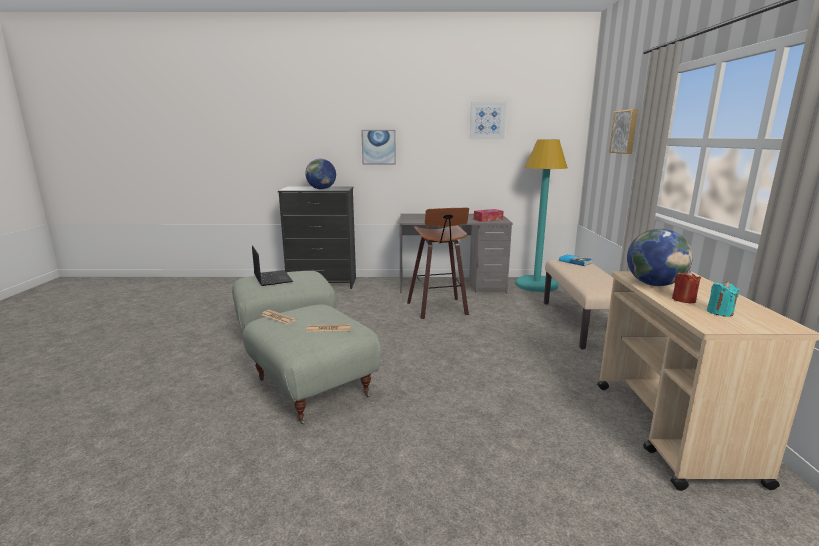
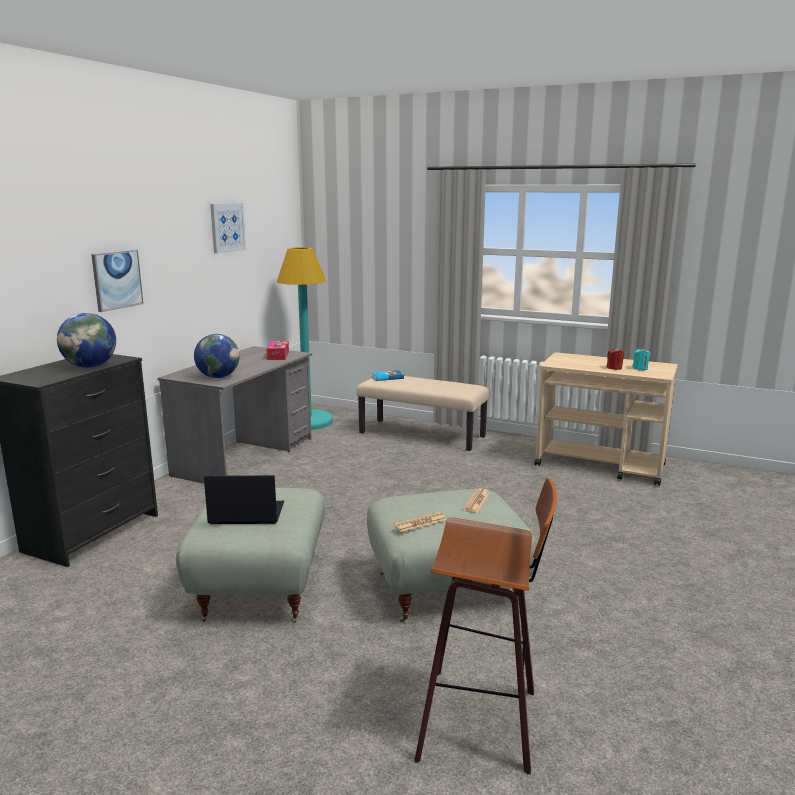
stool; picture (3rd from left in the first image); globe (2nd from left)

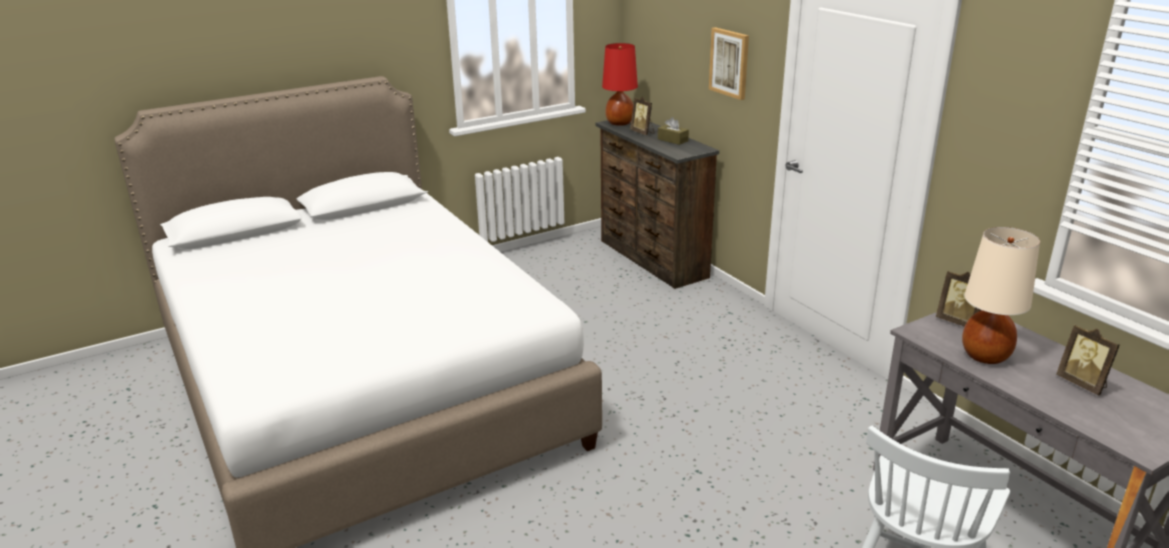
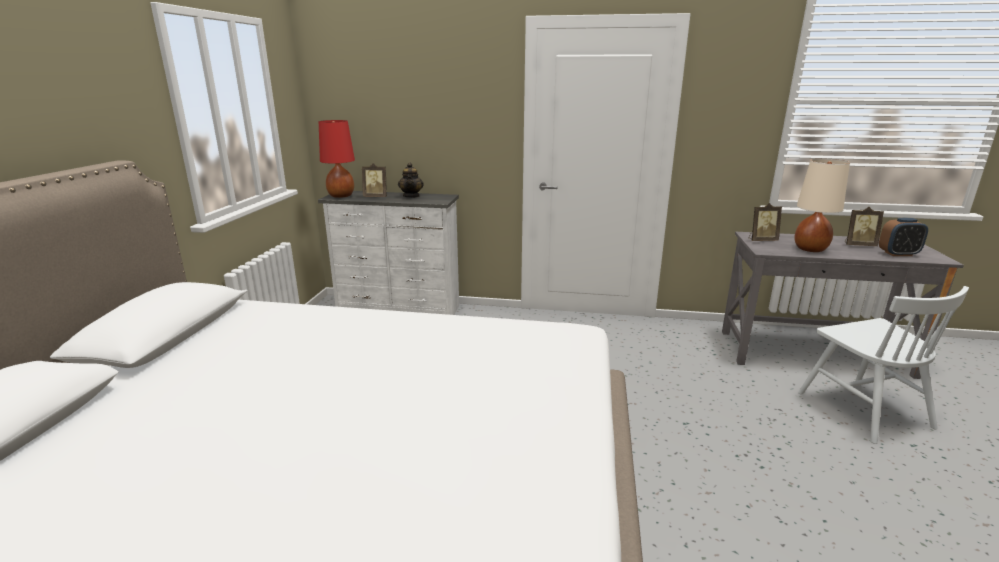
white dresser; teapot; picture; alarm clock

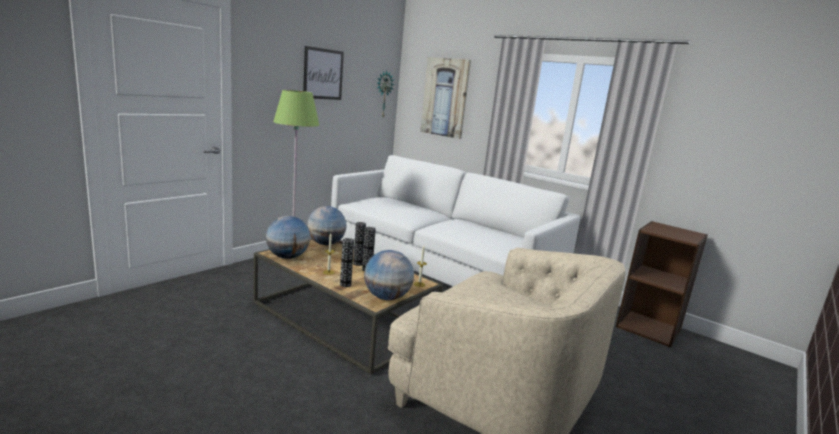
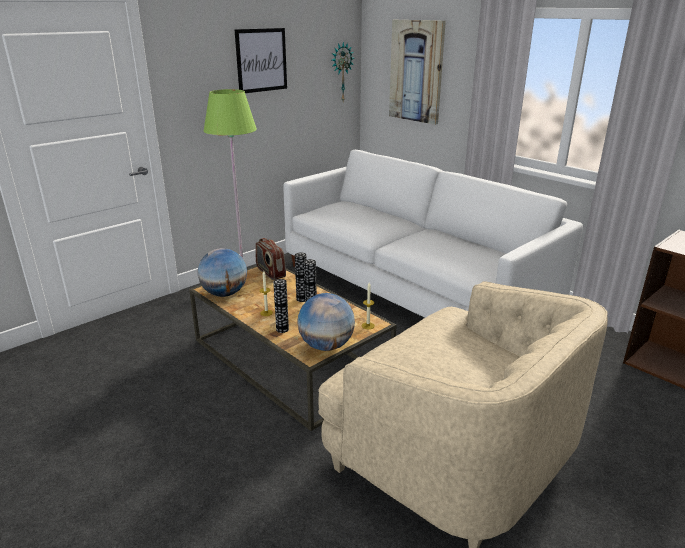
radio

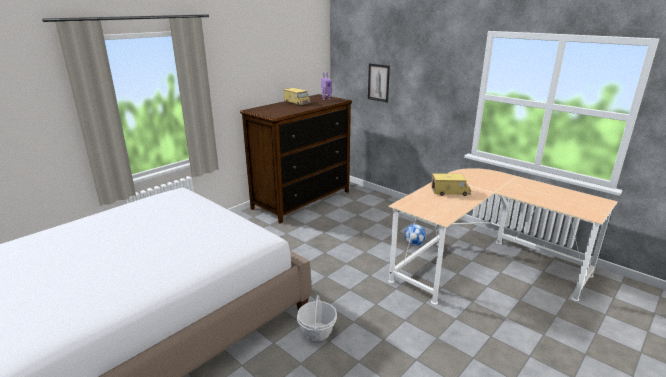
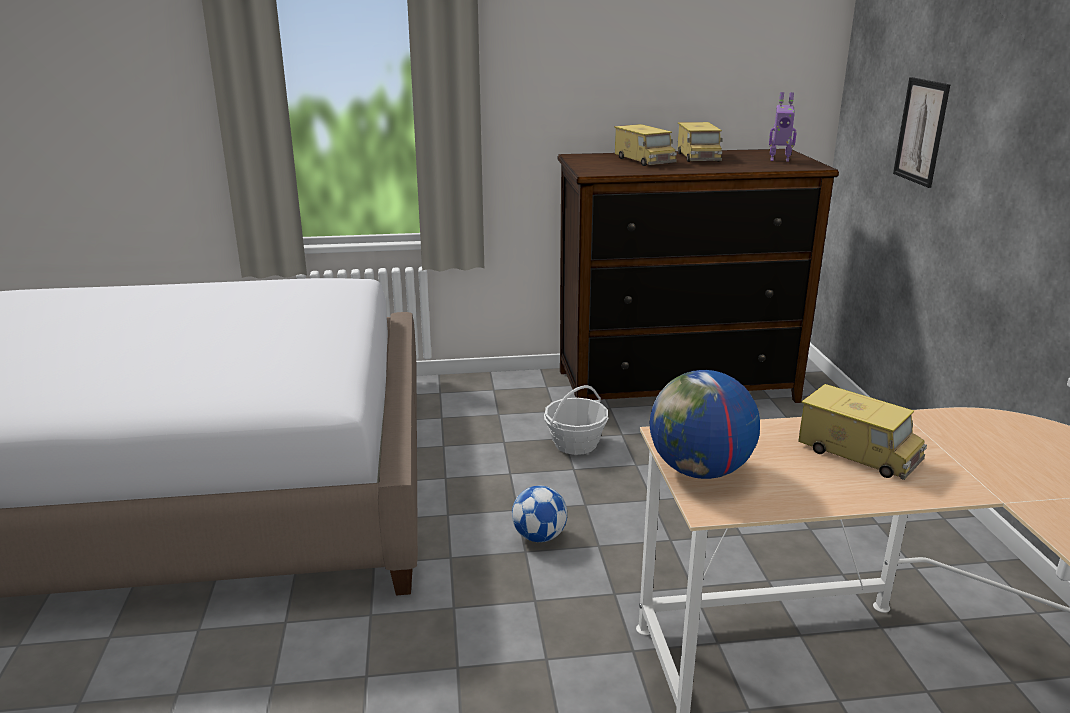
basket; football; toy truck (1st from left); globe

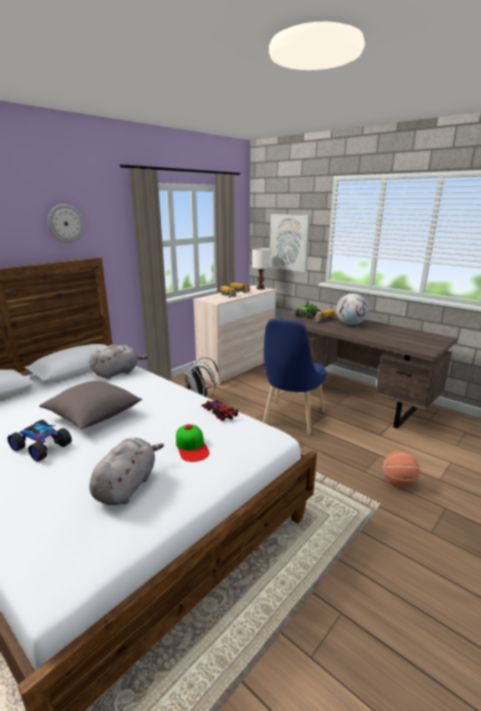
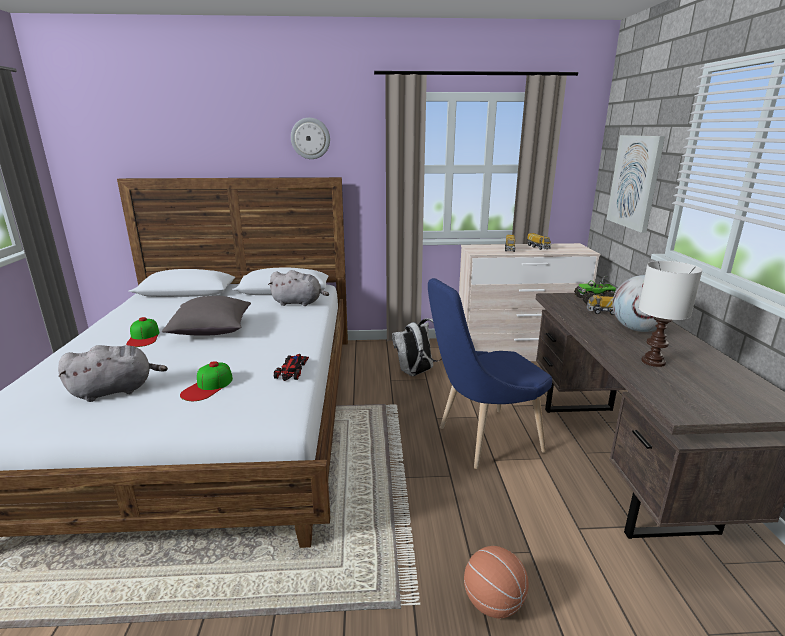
cap (1st from left); white table lamp

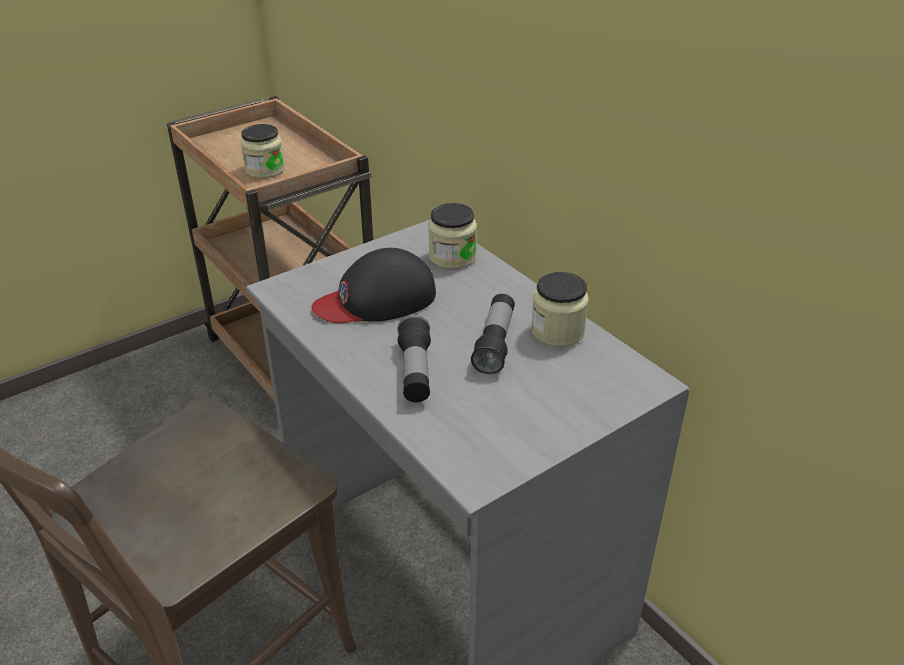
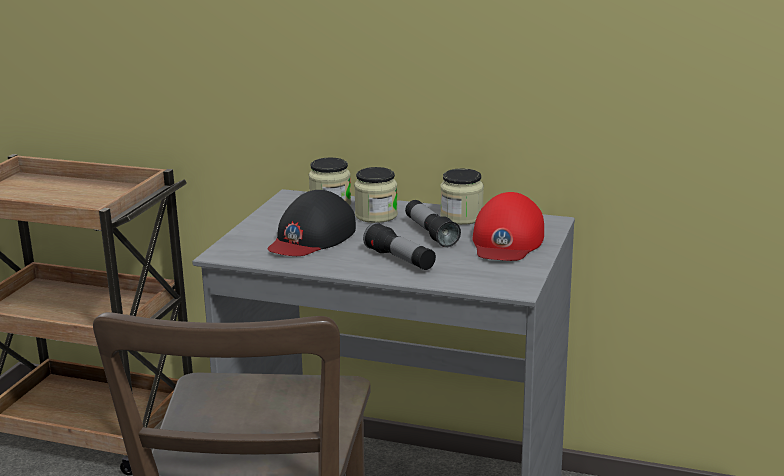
jar (2nd from left); red cap

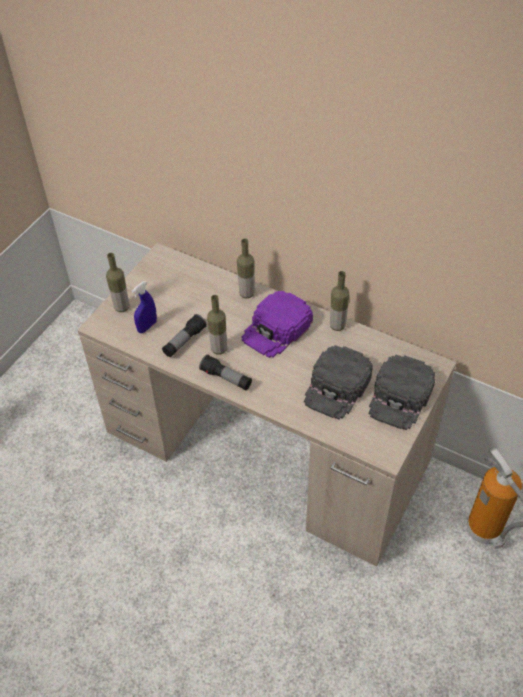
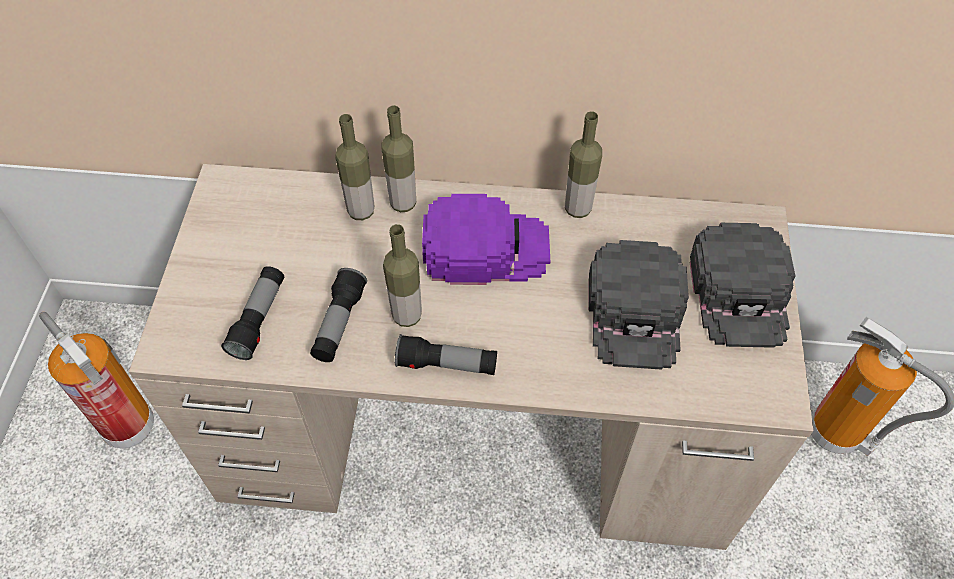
bottle (1st from left); flashlight (1st from left); purple cap; fire extinguisher (1st from left)

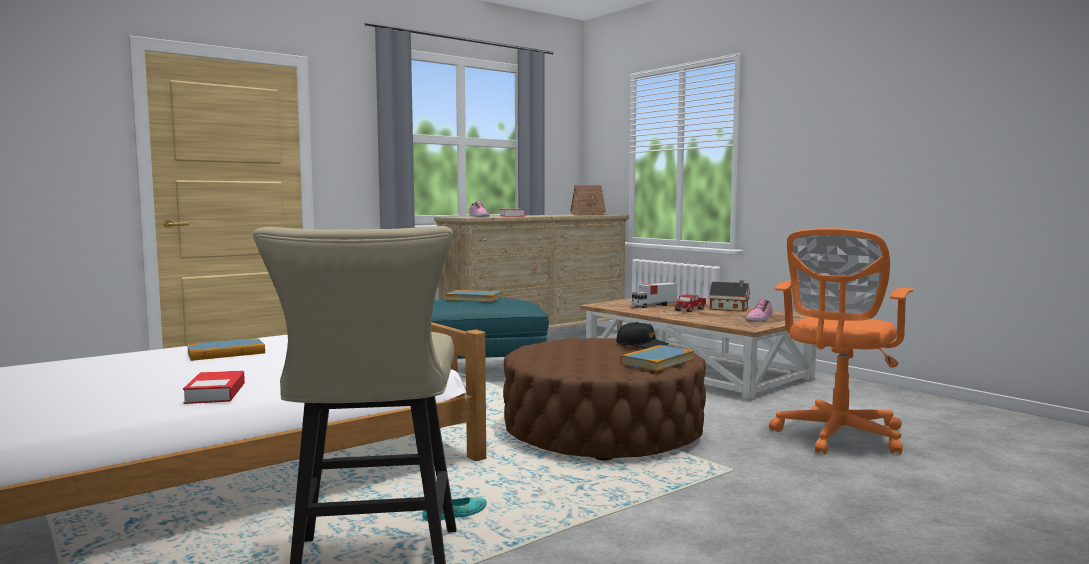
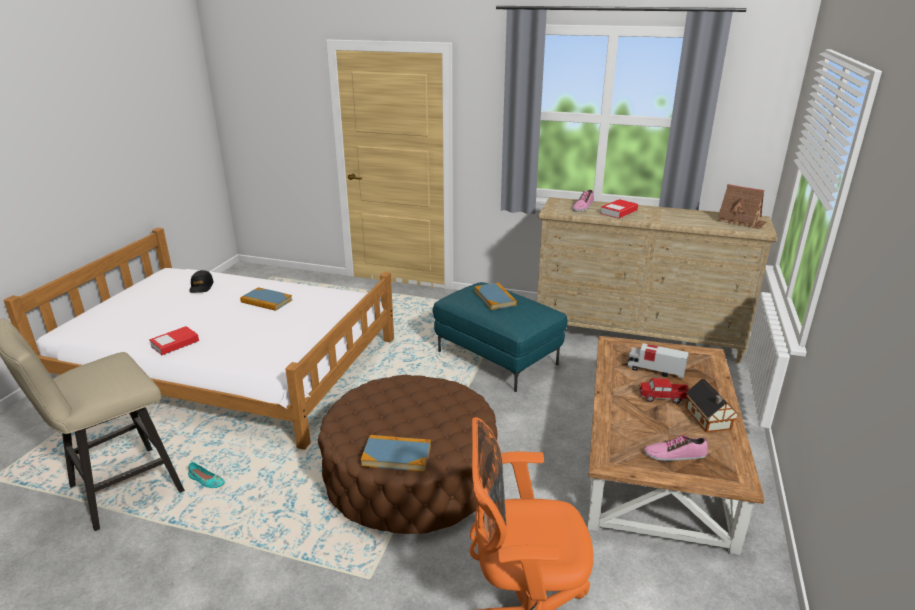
black cap

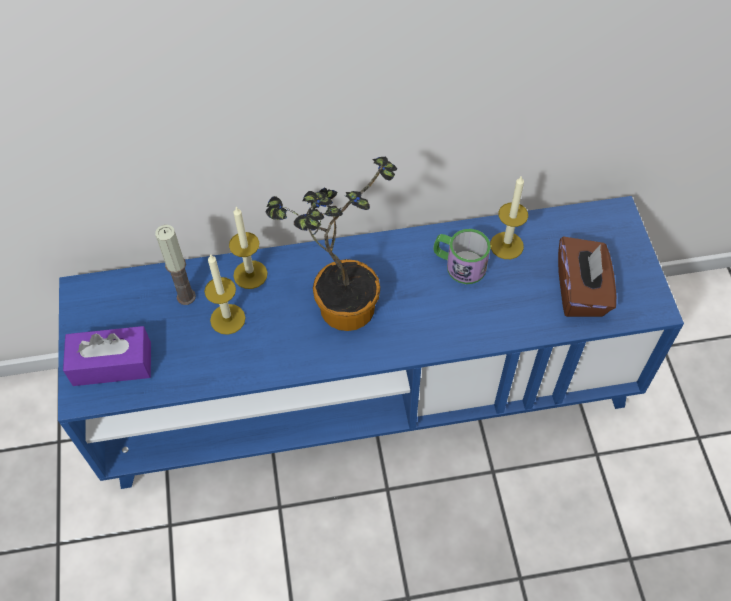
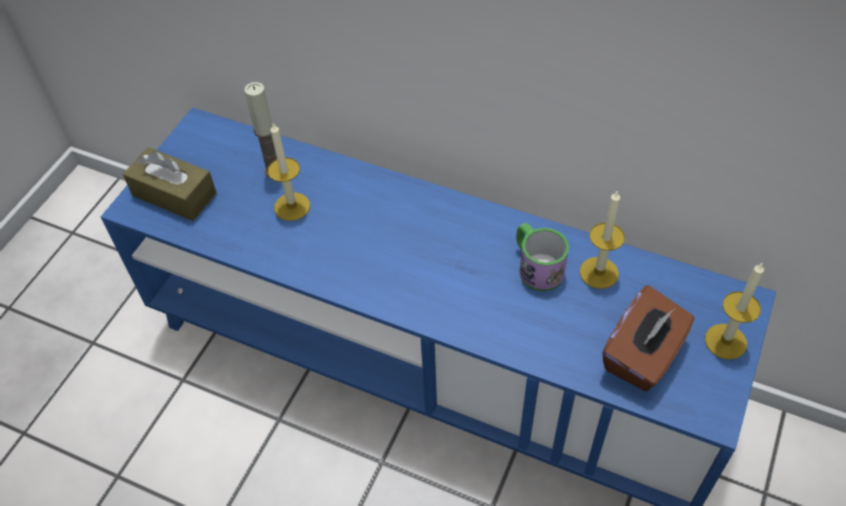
brown tissue box (1st from left); candle (4th from left); potted plant

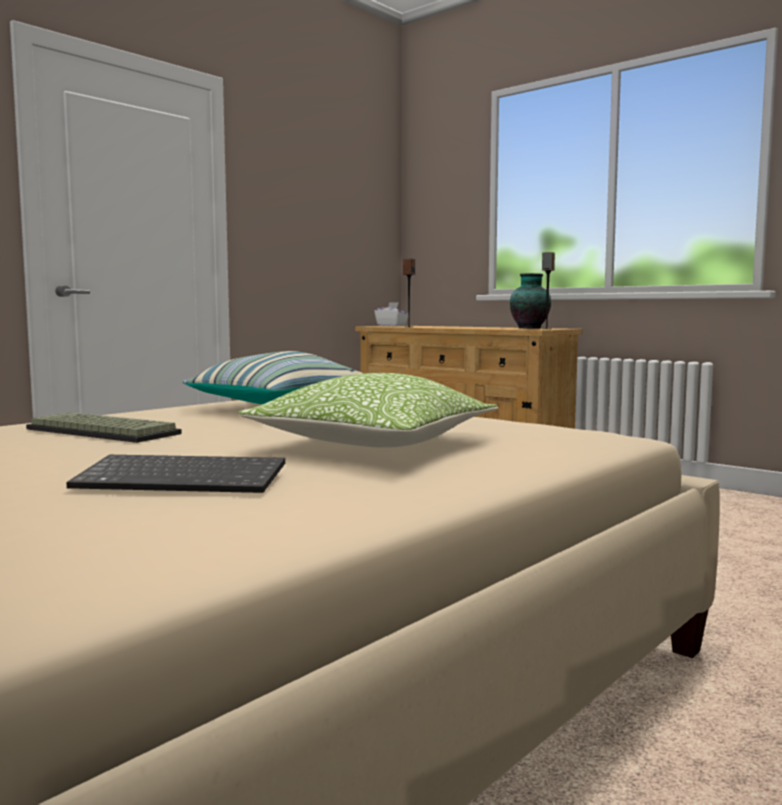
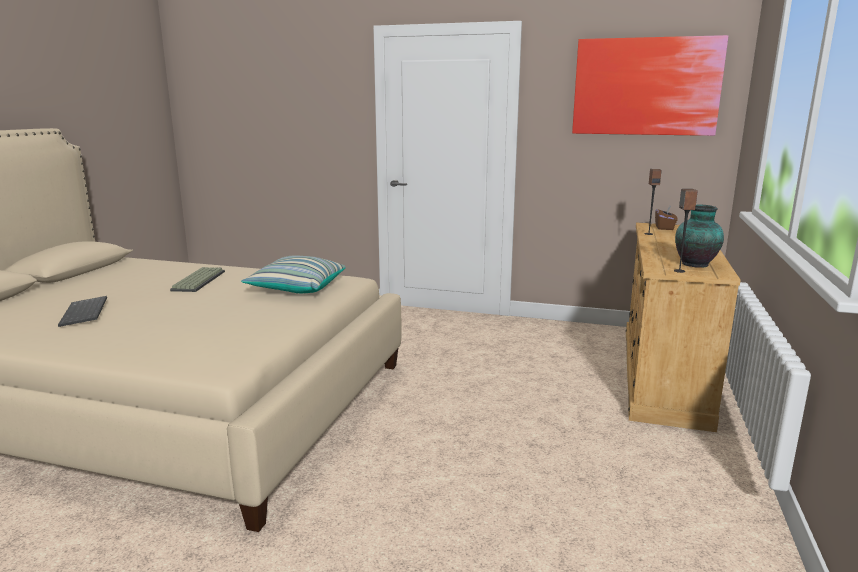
pillow (2nd from left in the first image); brown tissue box; picture

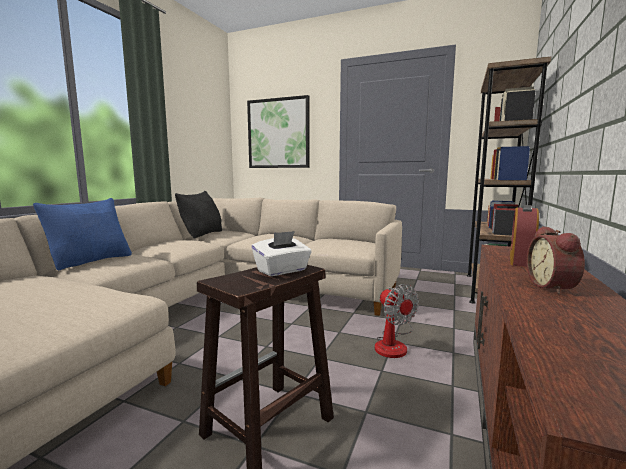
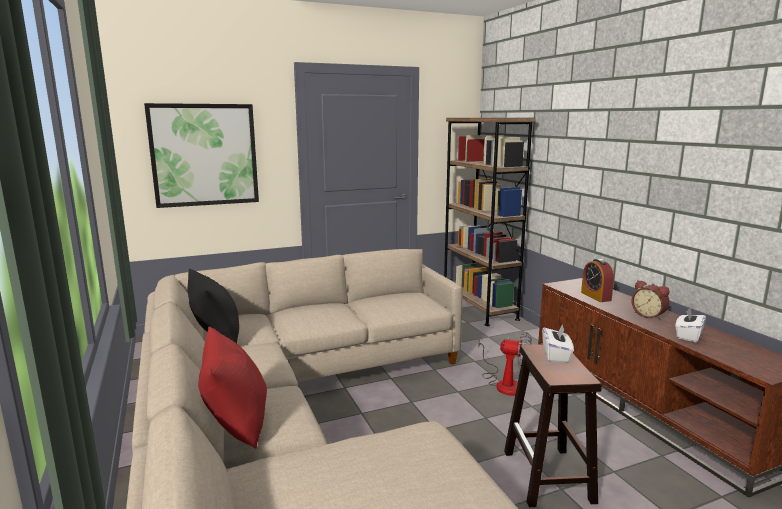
red pillow; white tissue box (2nd from left)

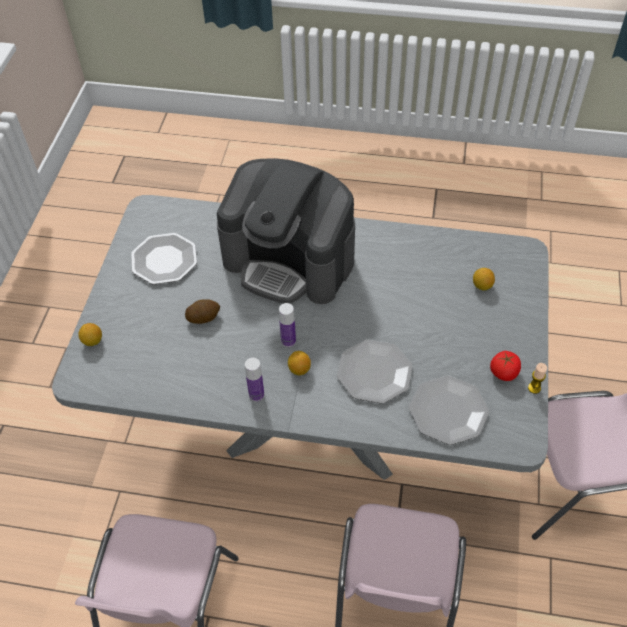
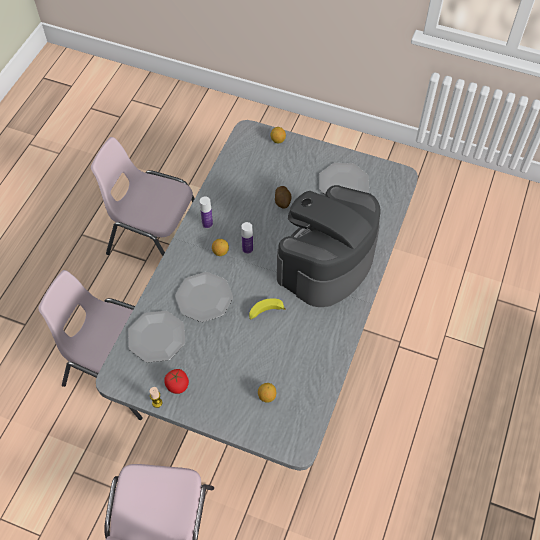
banana

